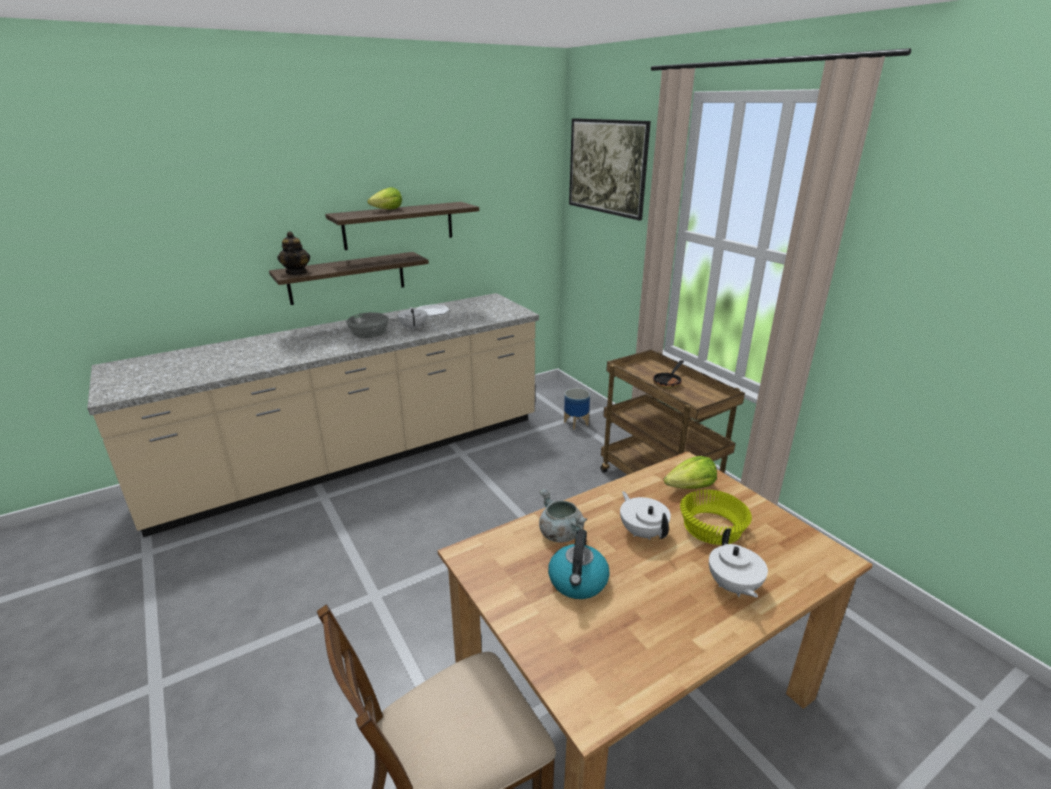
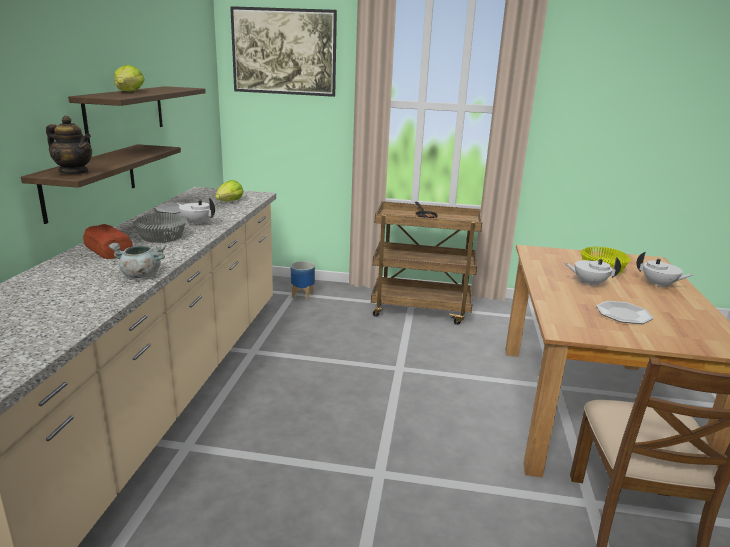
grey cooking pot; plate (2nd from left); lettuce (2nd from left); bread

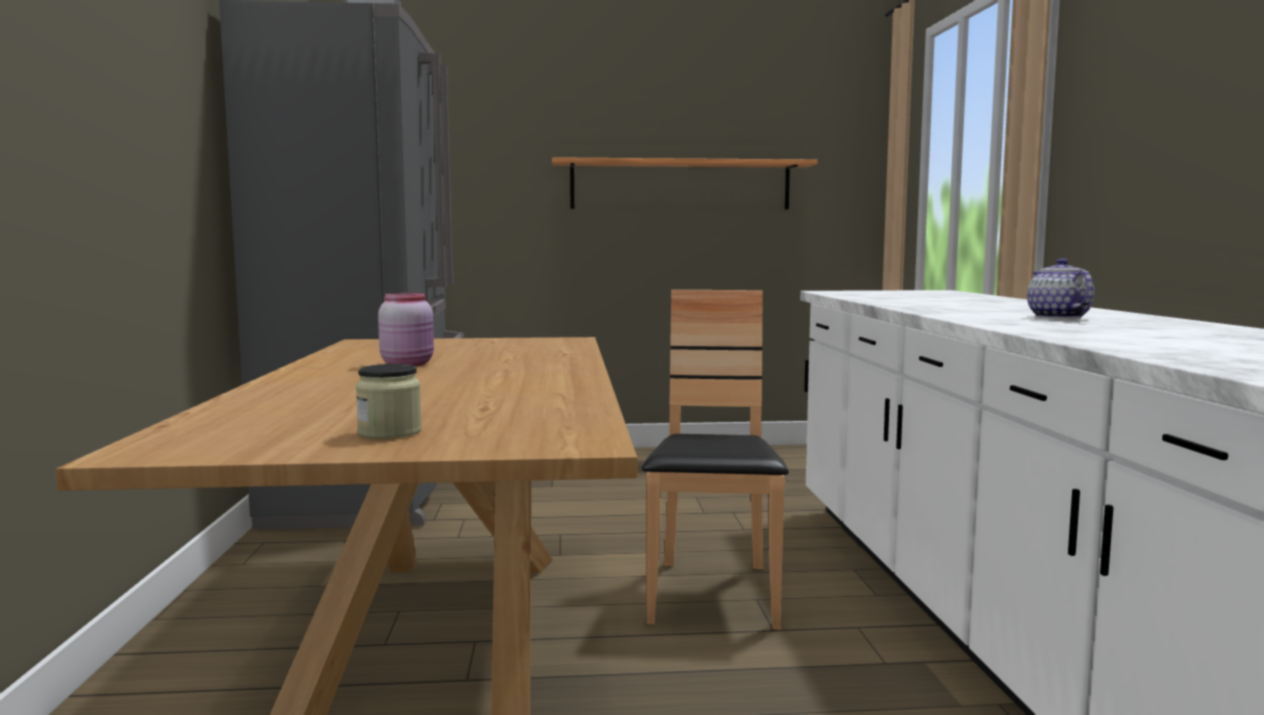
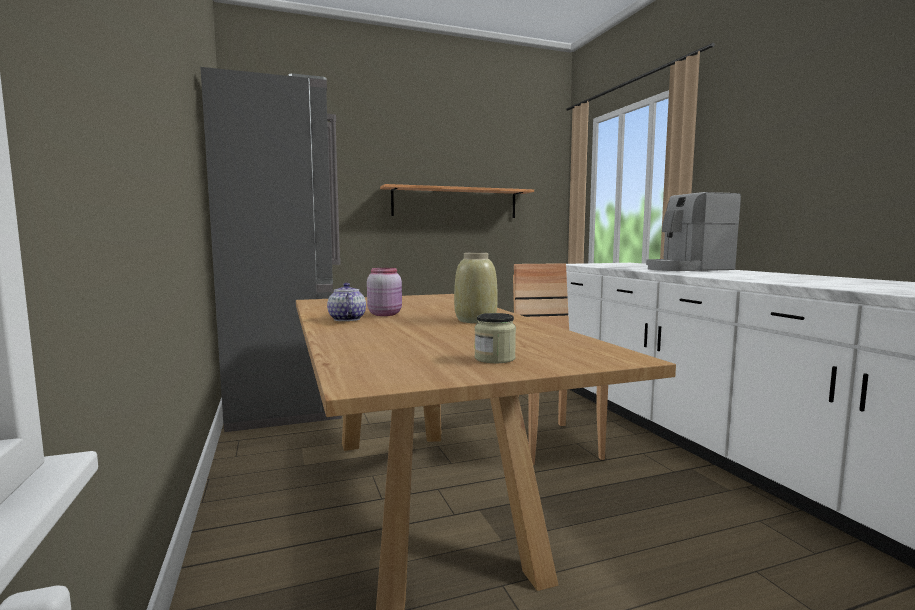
teapot; beige vase; coffee machine

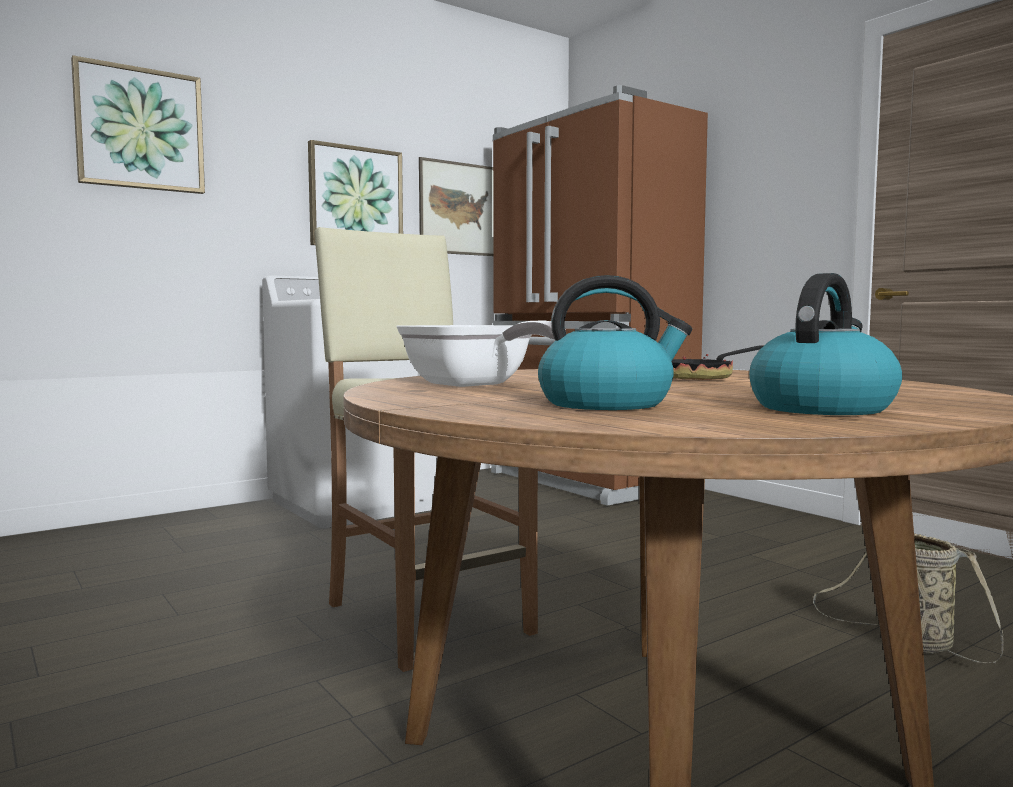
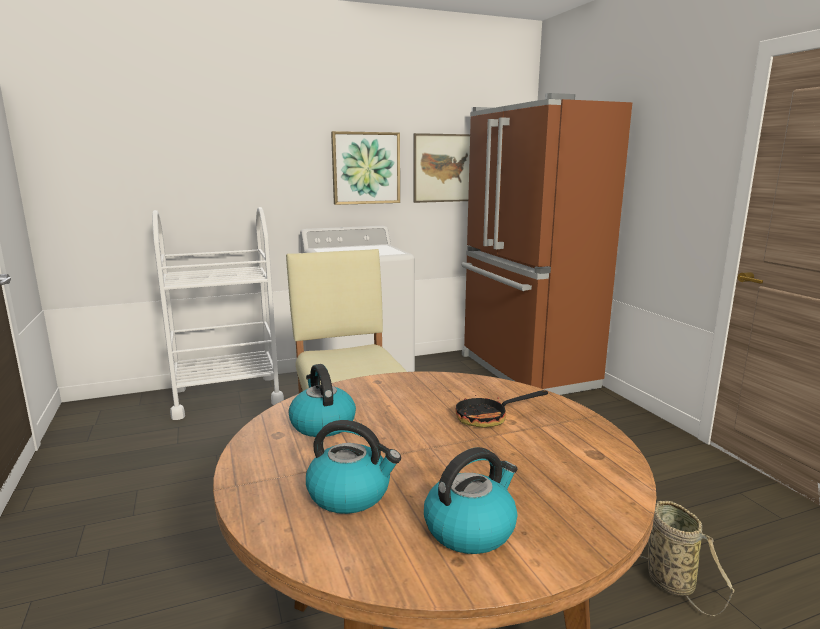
picture (1st from left in the first image); kettle (1st from left); white cart

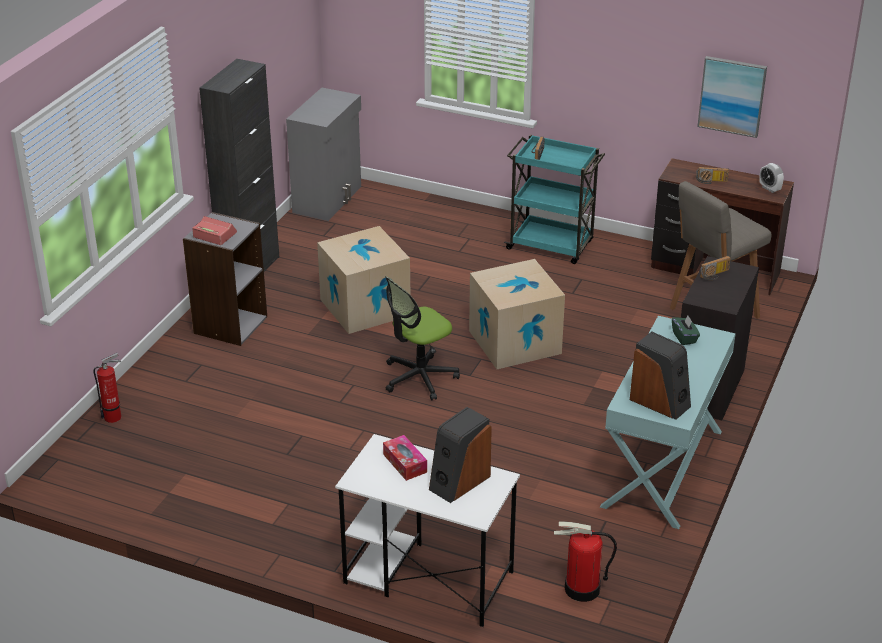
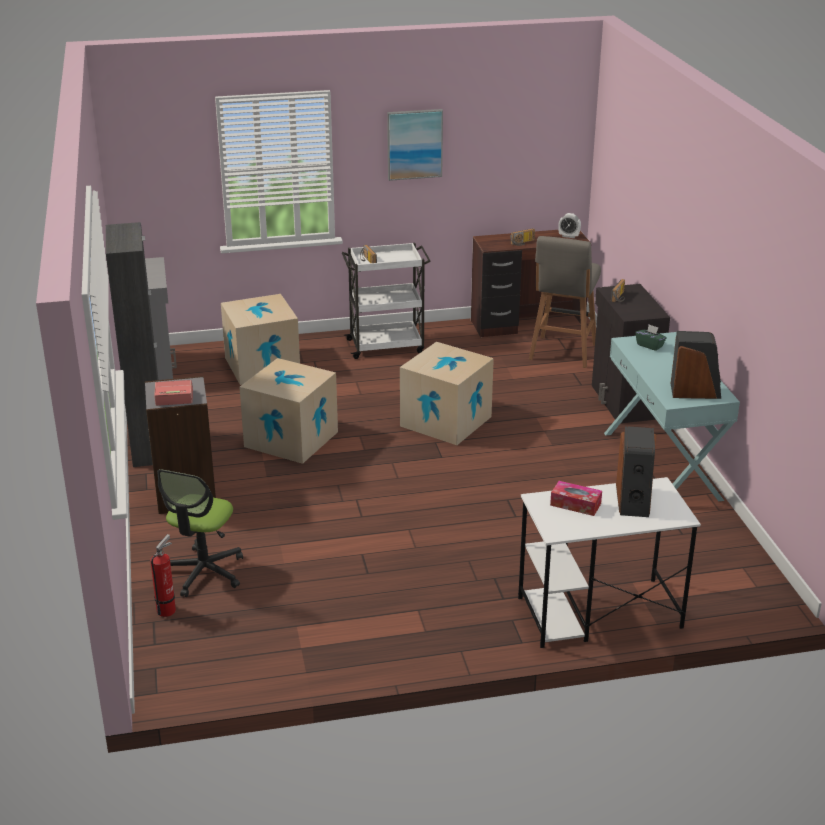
office chair; white cart; fire extinguisher (2nd from left in the first image); picture; cardboard box (1st from left)

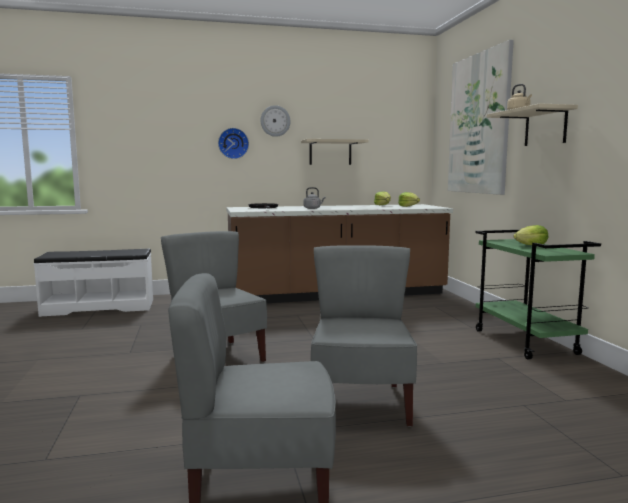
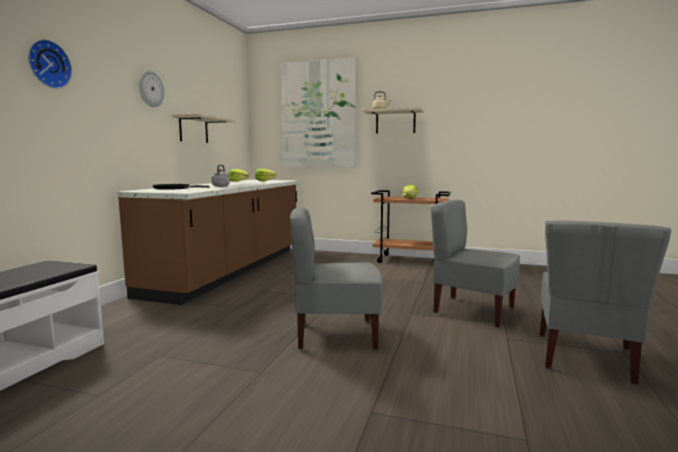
wall clock (1st from left); brown cart

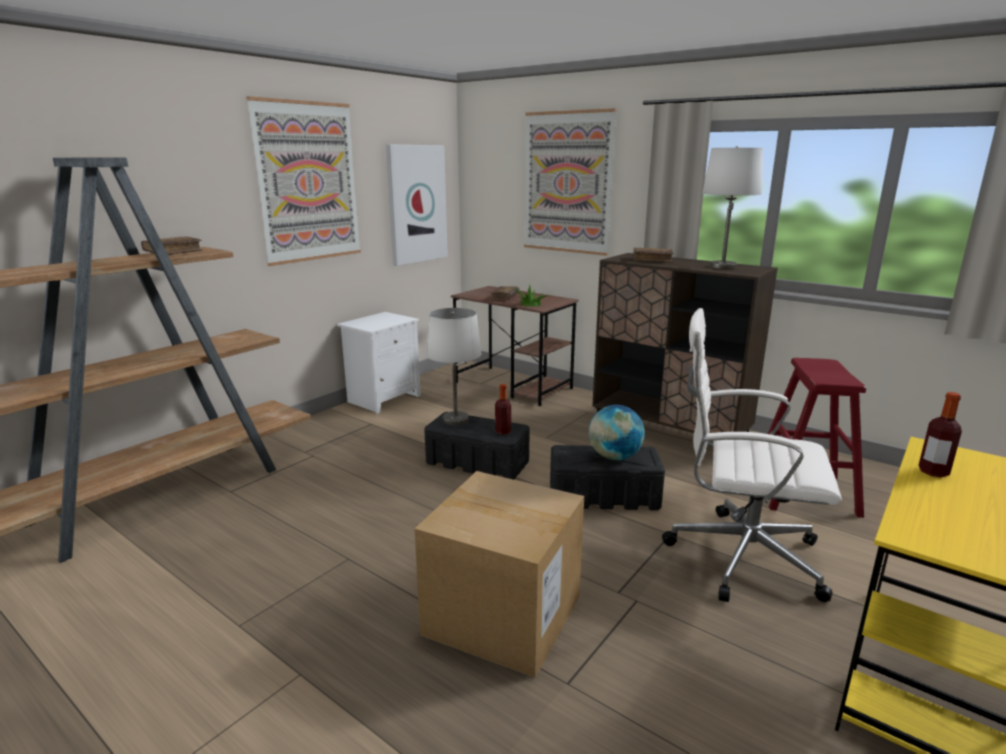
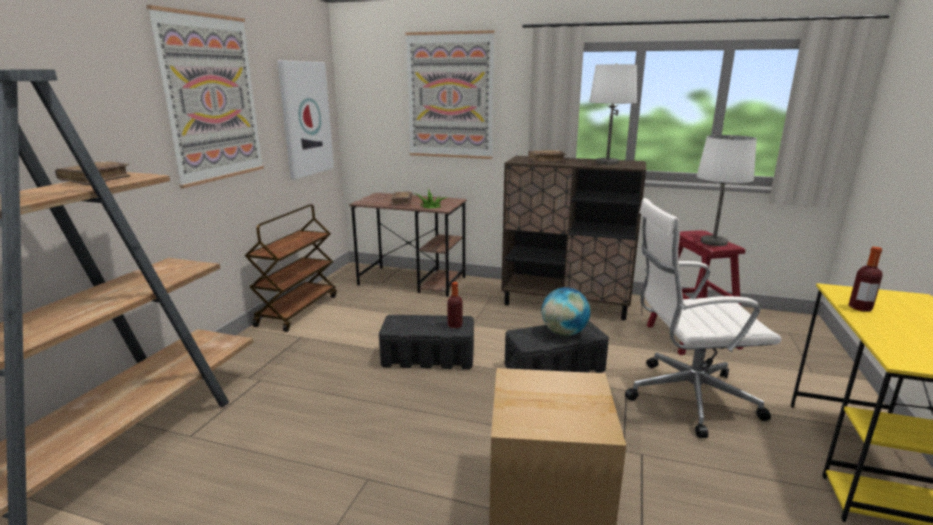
brown cart; white table lamp (2nd from left)

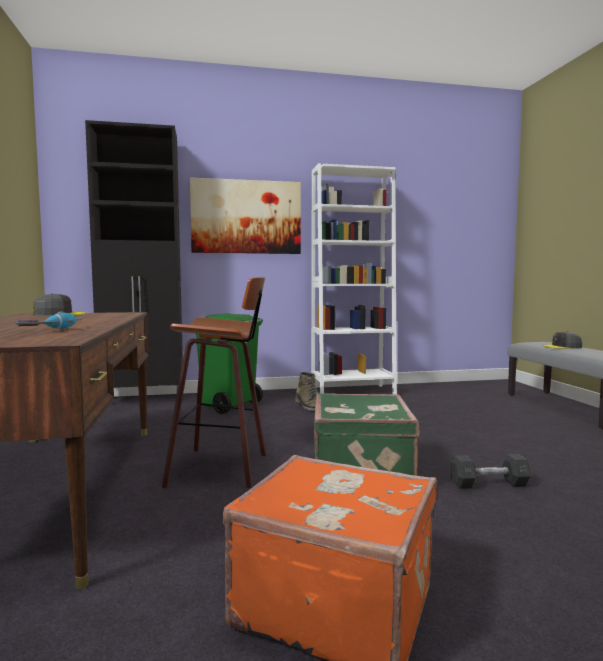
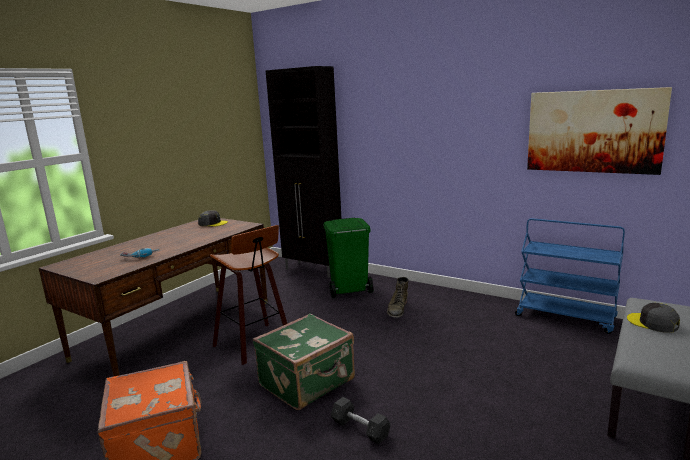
picture; white bookcase; blue cart

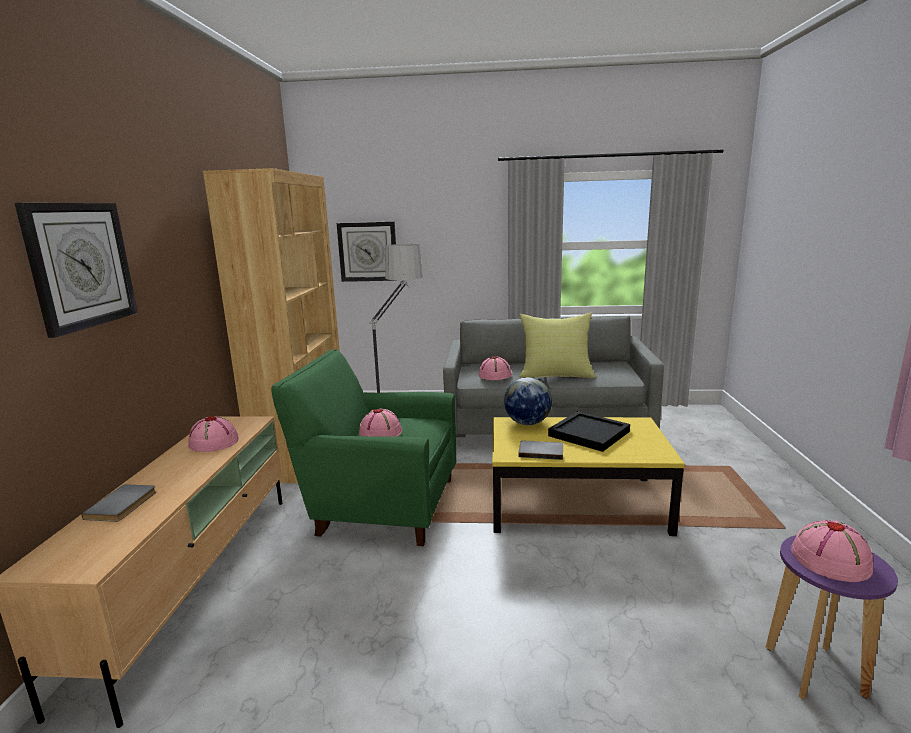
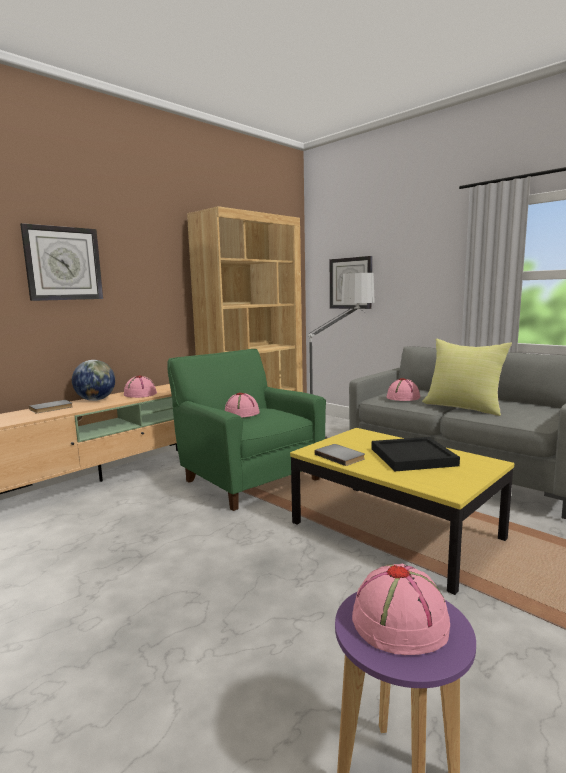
globe

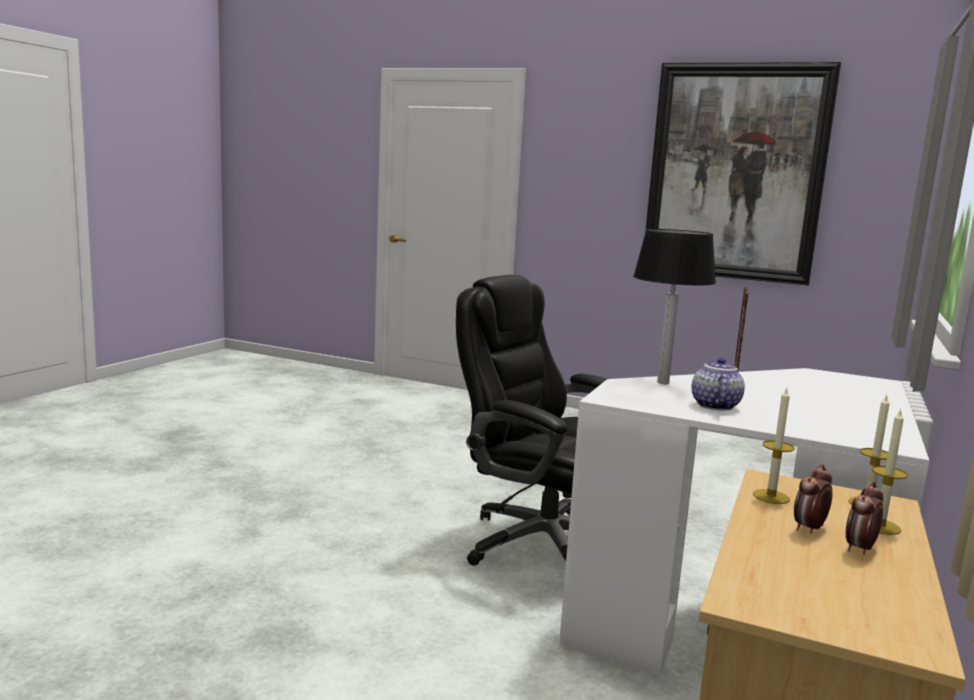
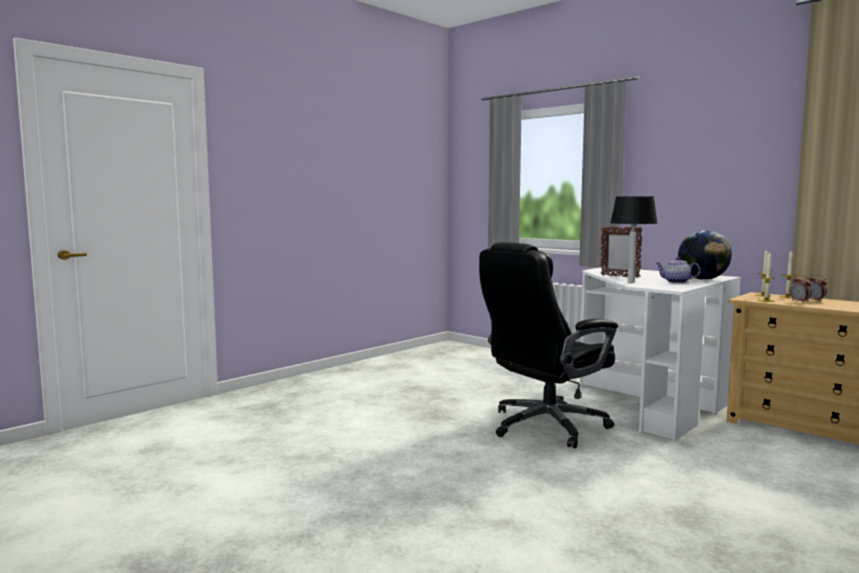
picture; globe

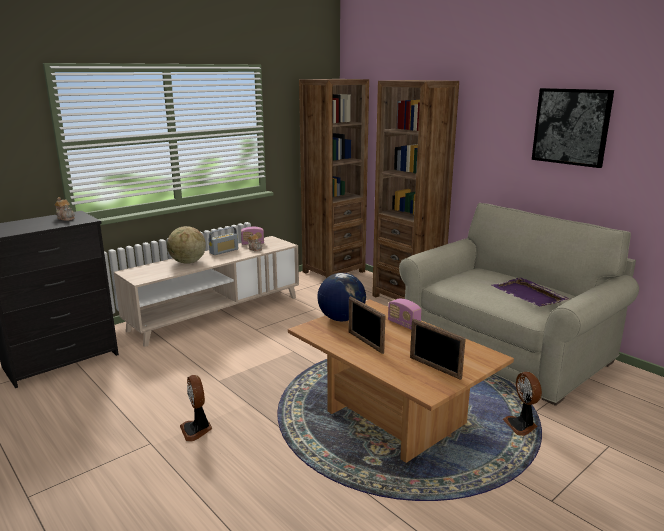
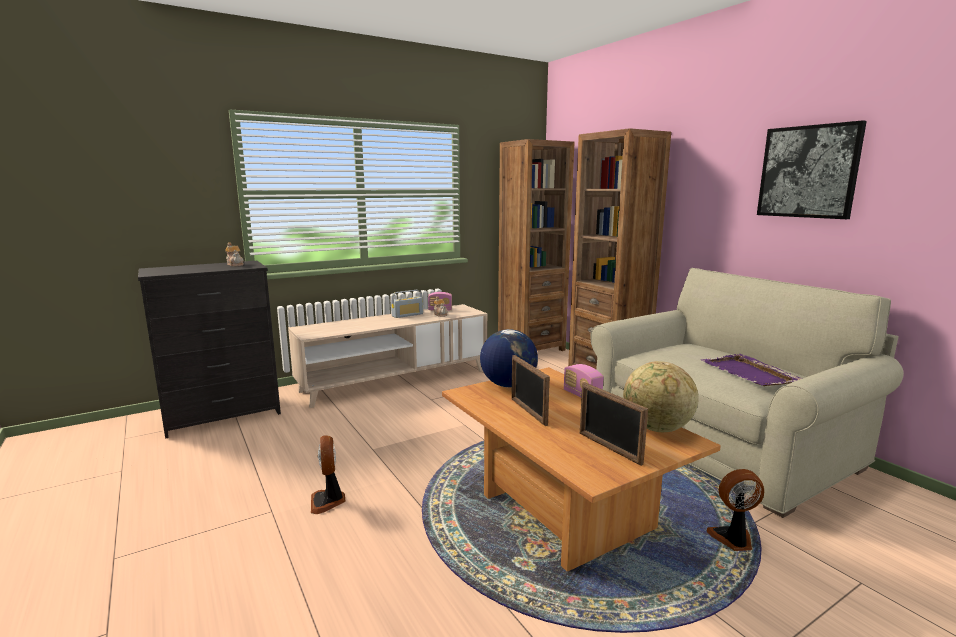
globe (2nd from left); fan (2nd from left)

